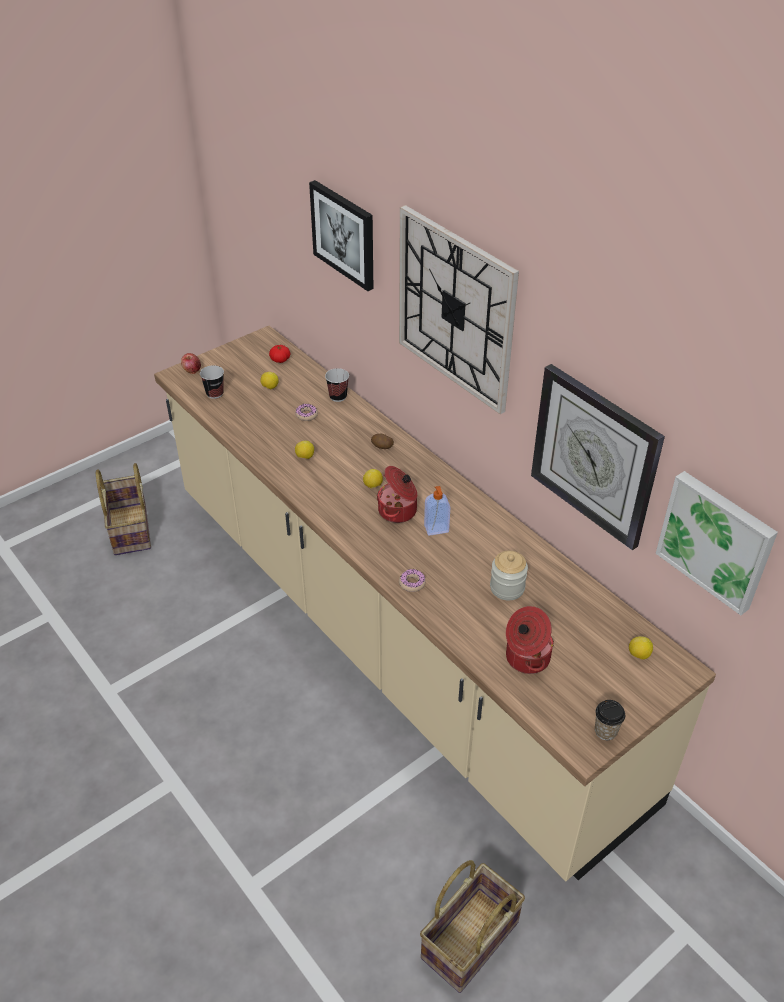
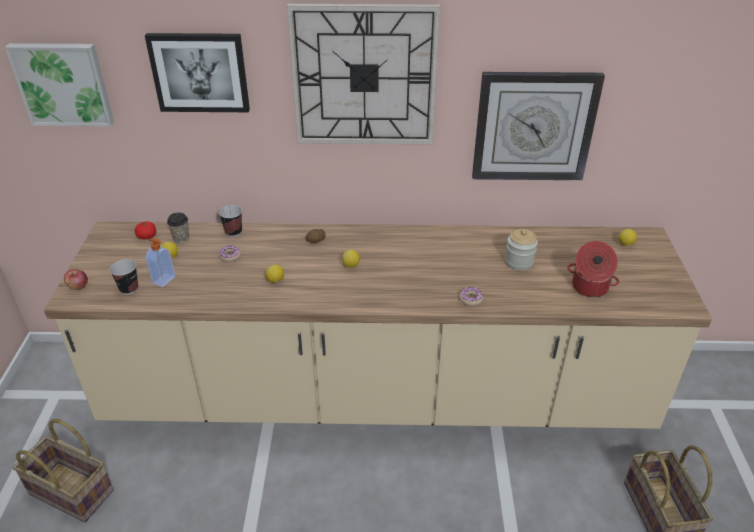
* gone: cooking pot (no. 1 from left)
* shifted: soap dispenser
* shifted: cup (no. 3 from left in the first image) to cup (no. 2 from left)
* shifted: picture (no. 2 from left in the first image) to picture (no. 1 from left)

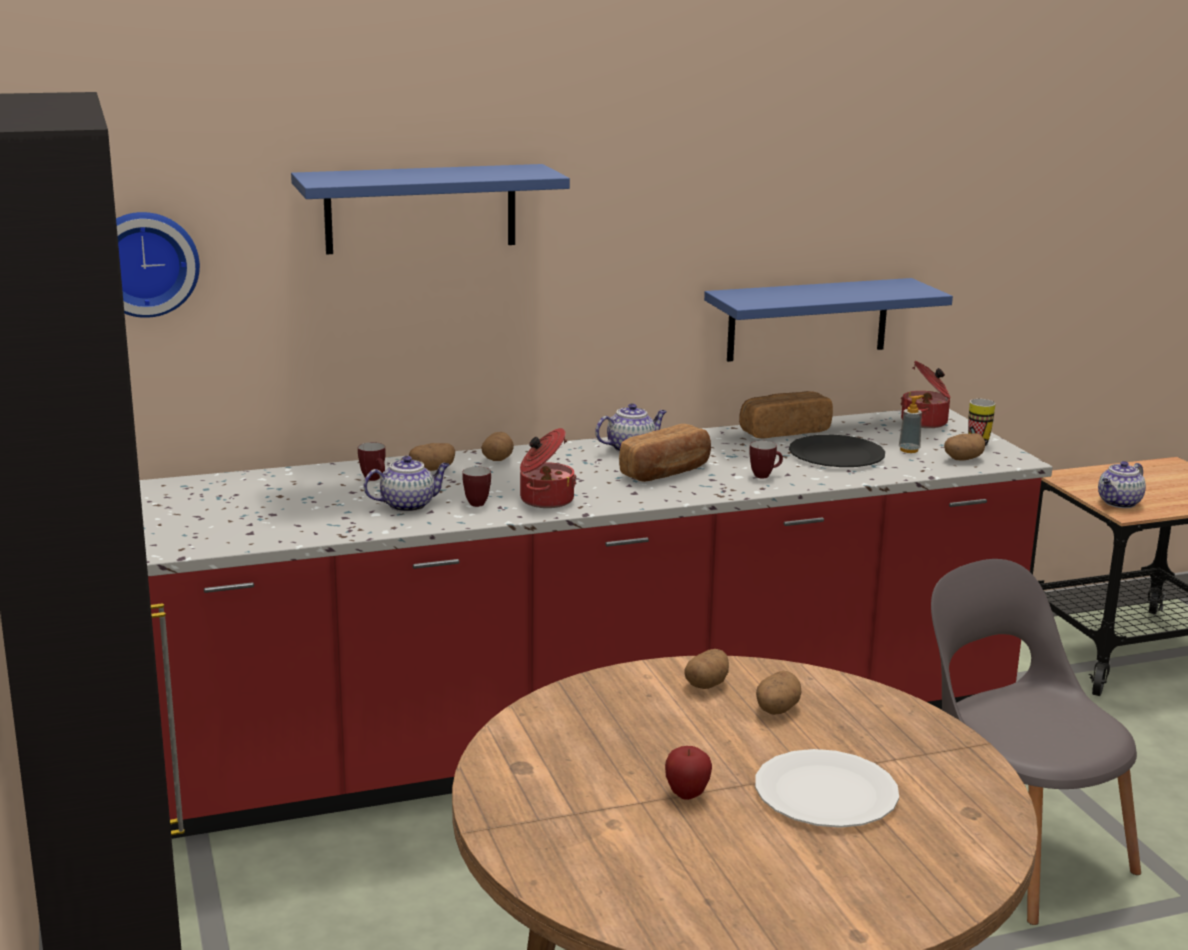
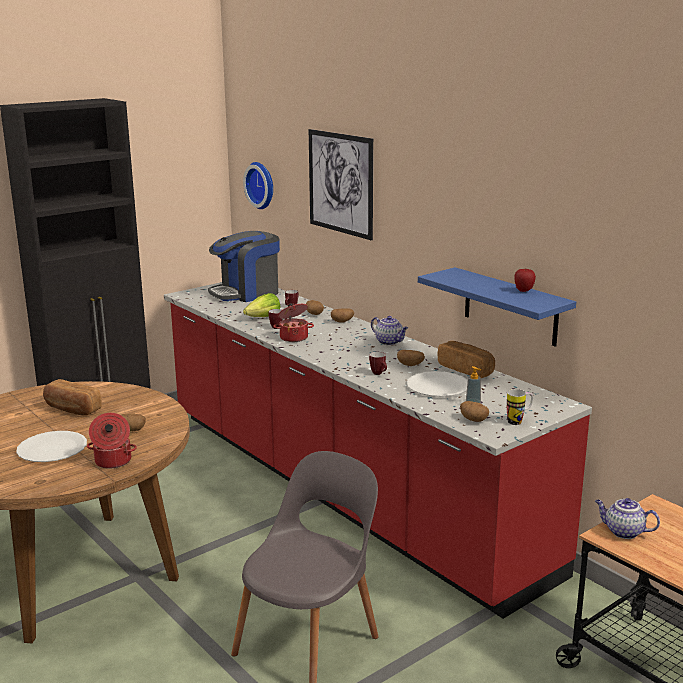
* new: coffee machine
* shifted: bread (no. 1 from left)
* shifted: apple
* shifted: potato (no. 3 from left in the first image) to potato (no. 4 from left)
* shifted: cooking pot (no. 2 from left in the first image) to cooking pot (no. 1 from left)
* swapped: shelf (blue) (no. 1 from left) to picture
* swapped: teapot (no. 1 from left) to lettuce
* repainted: plate (black) to plate (white) (no. 2 from left)

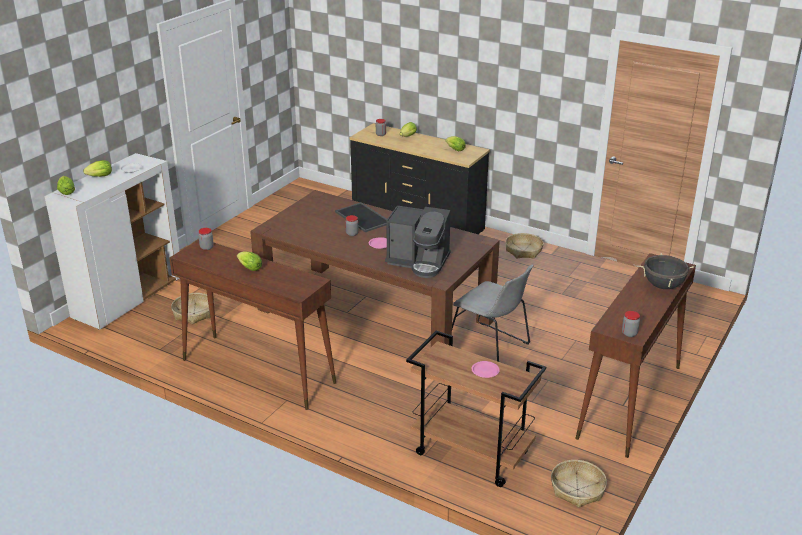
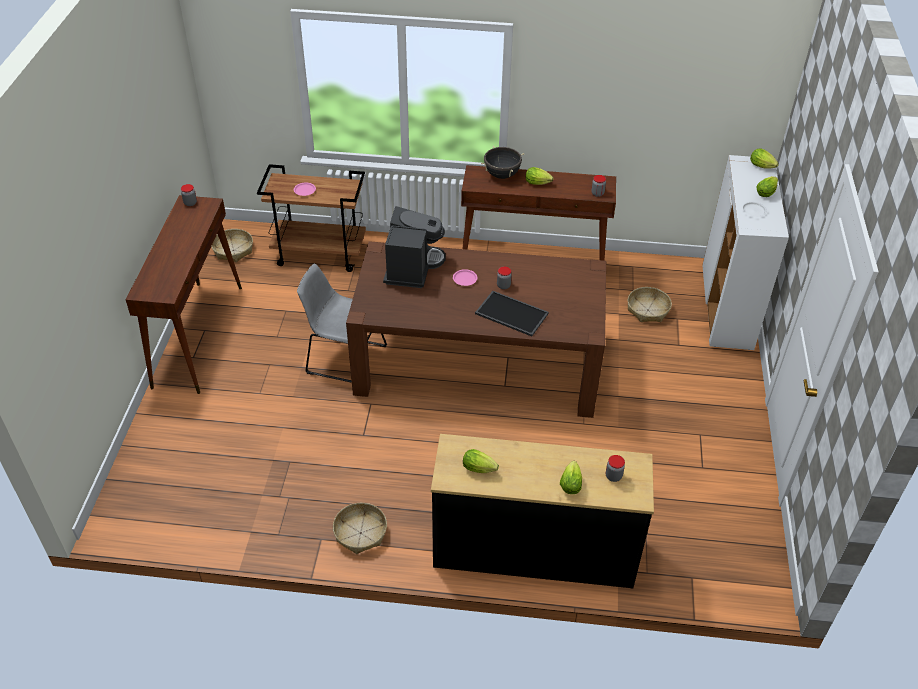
* shifted: cooking pot (black)
* rotated: coffee machine 105 degrees clockwise

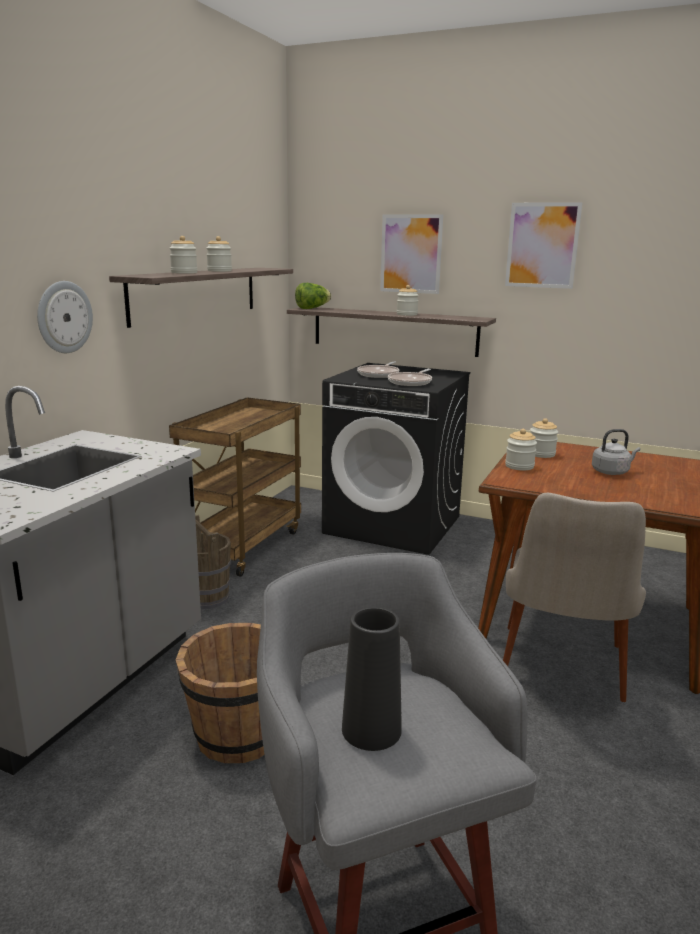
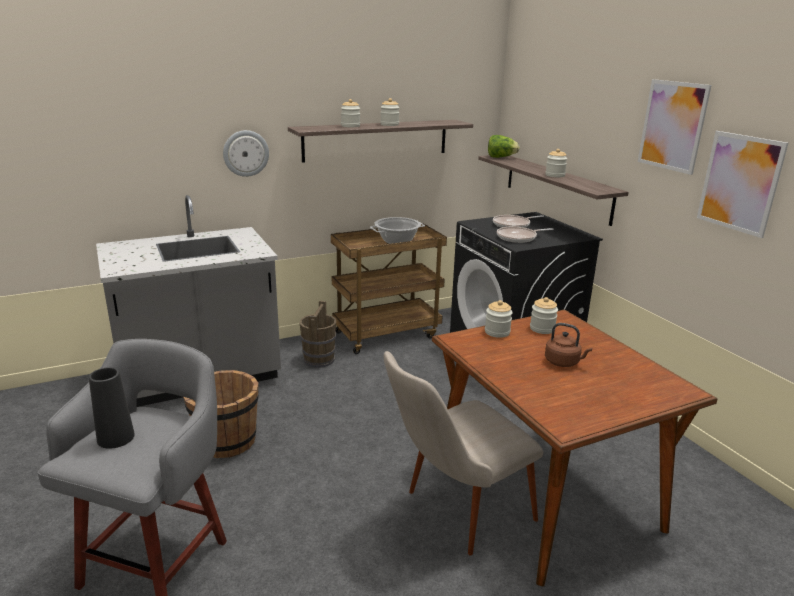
* new: cooking pot
* shifted: picture (no. 1 from left in the first image) to picture (no. 2 from left)
* repainted: kettle (grey) to kettle (brown)

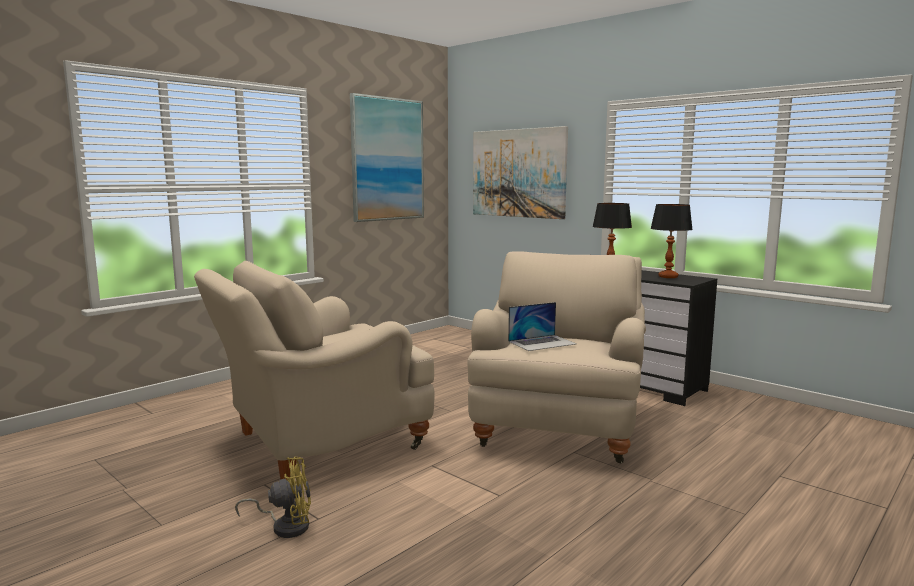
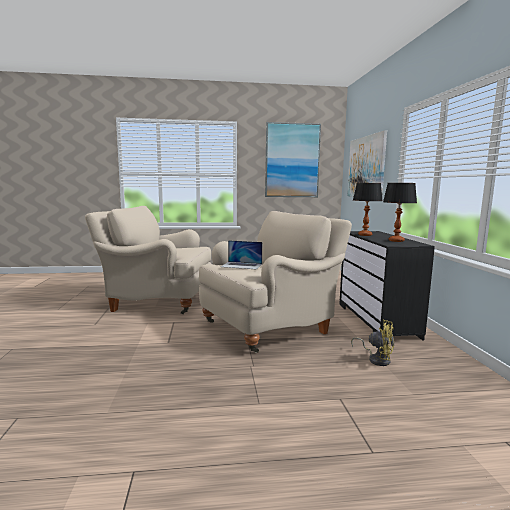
* shifted: fan (yellow)

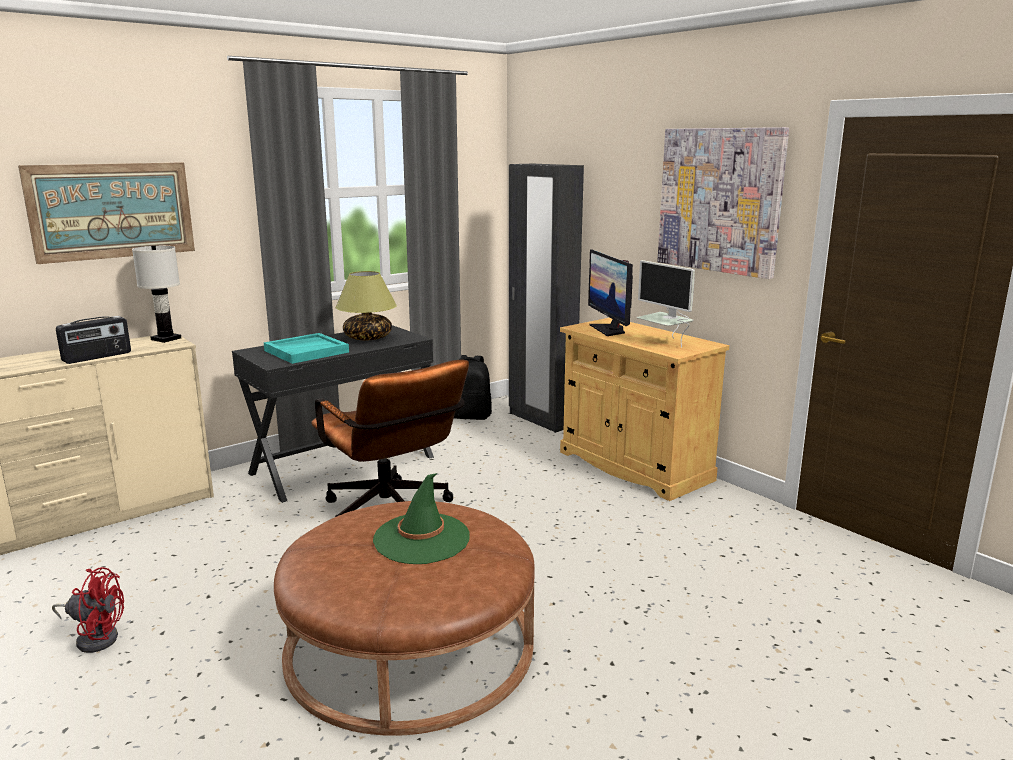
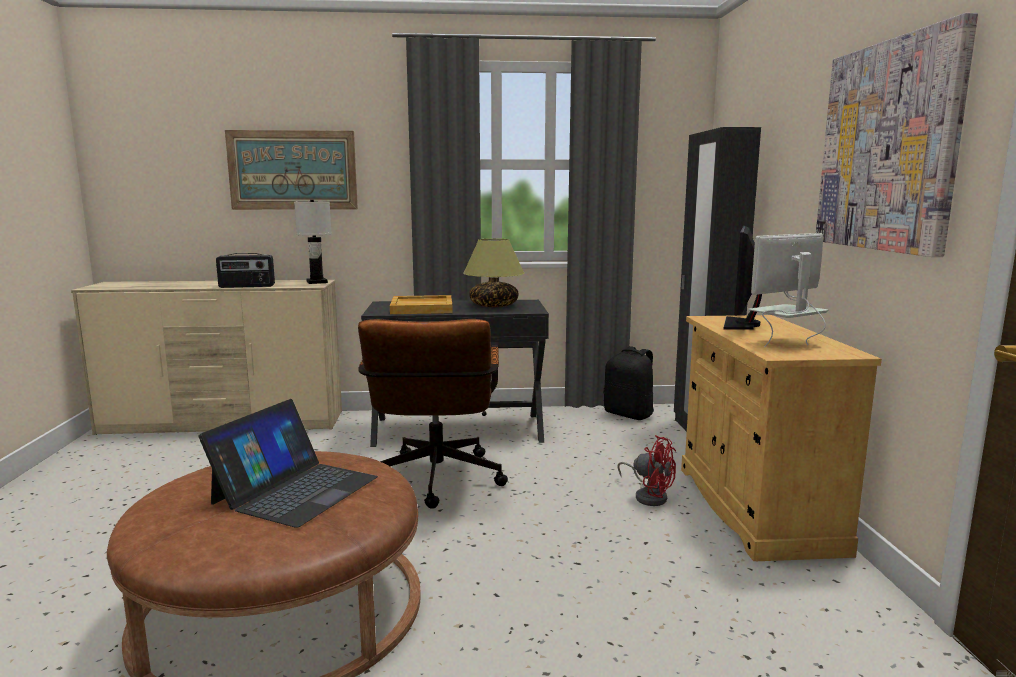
* shifted: fan (red)
* swapped: hat (green) to laptop
* repainted: tray (turquoise) to tray (beige)
* rotated: monitor (no. 2 from left) 60 degrees clockwise

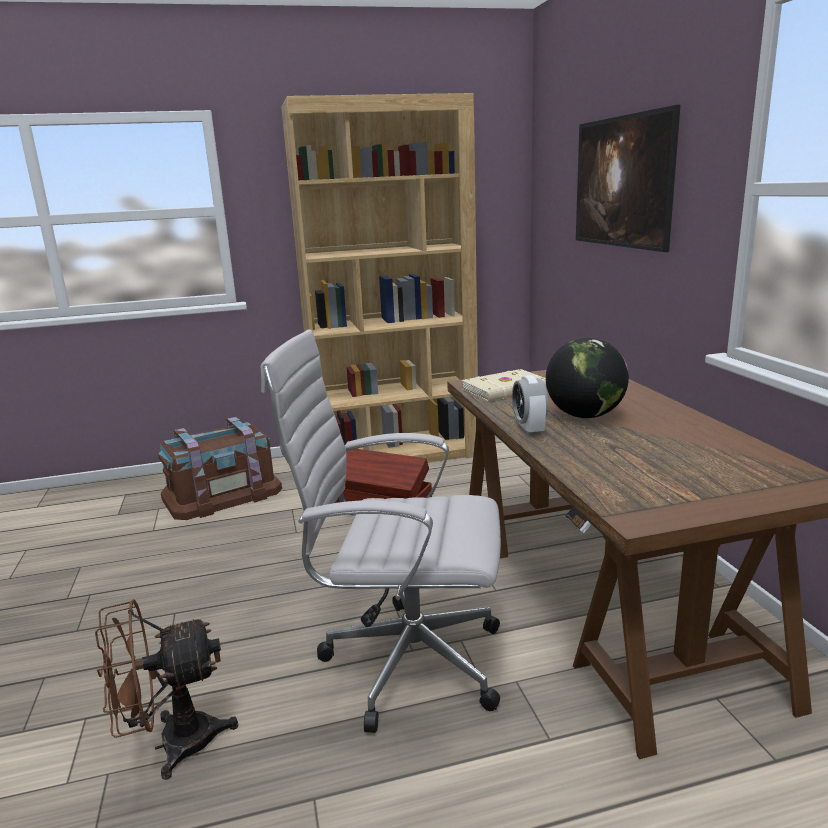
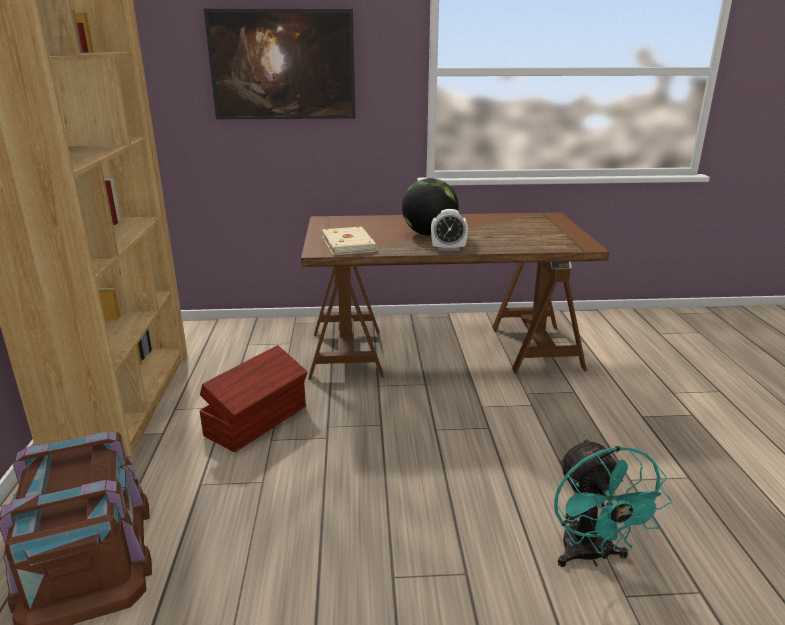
* gone: office chair (white)
* repainted: fan (brown) to fan (turquoise)

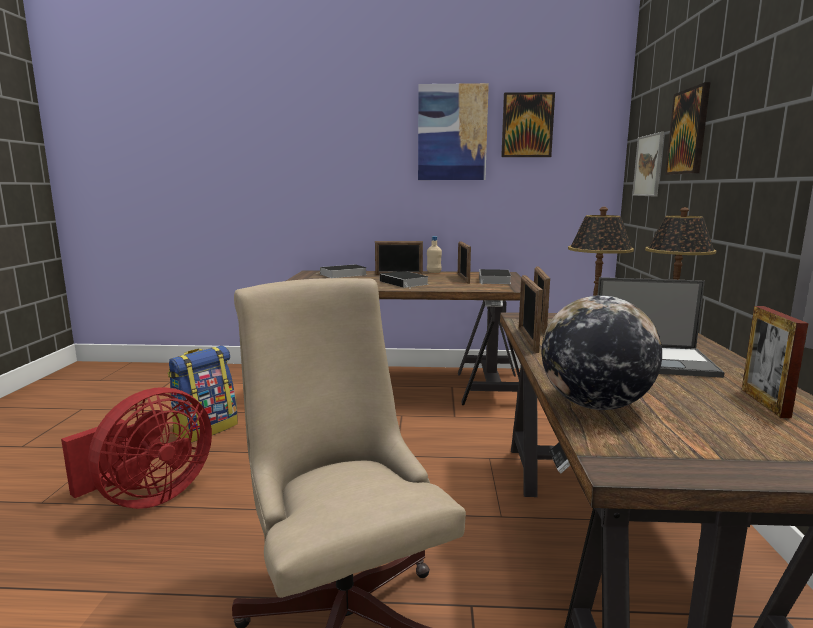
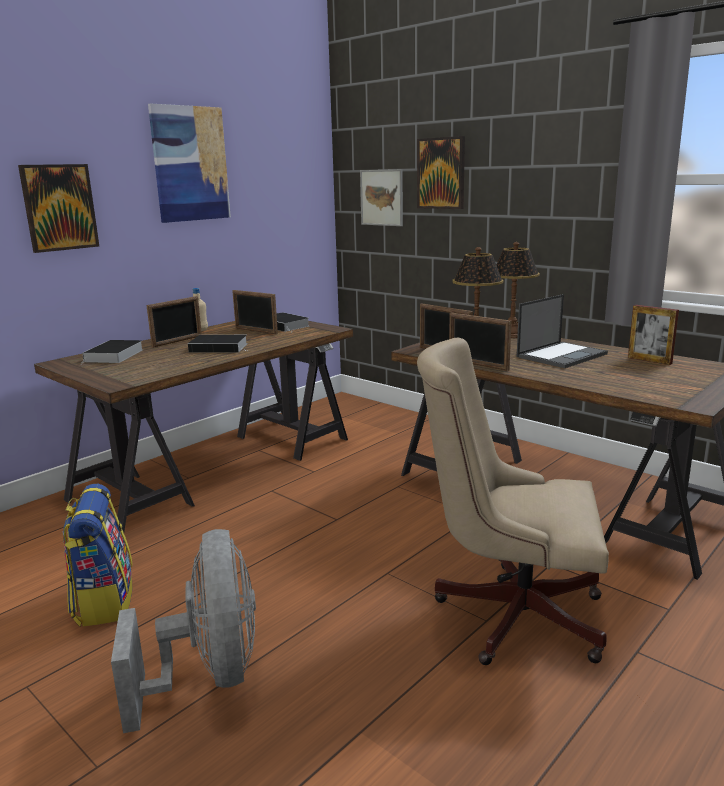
* gone: globe
* shifted: picture (no. 2 from left in the first image) to picture (no. 1 from left)
* repainted: fan (red) to fan (grey)

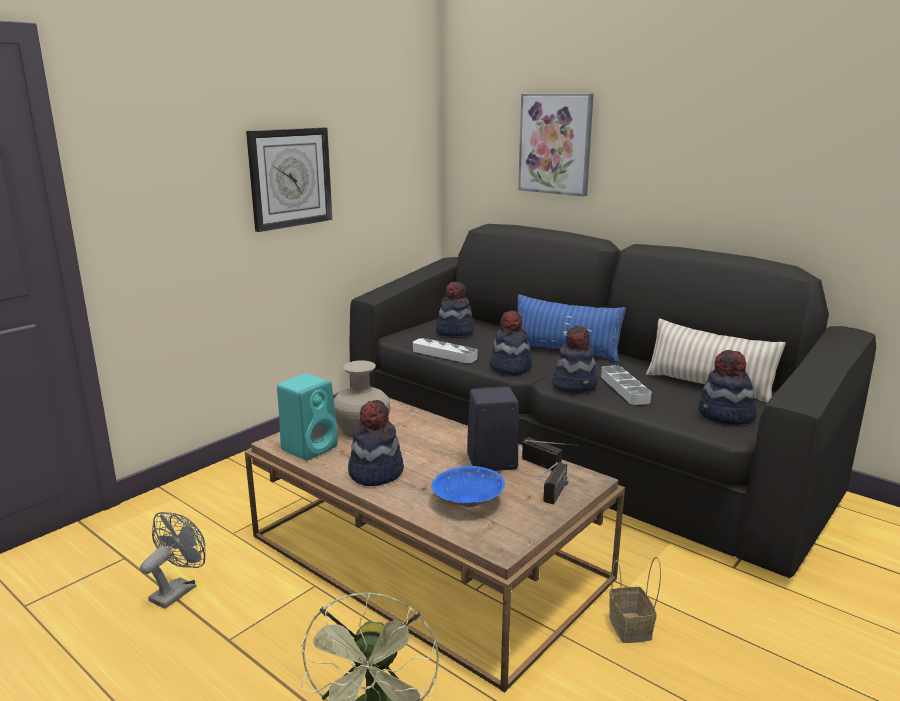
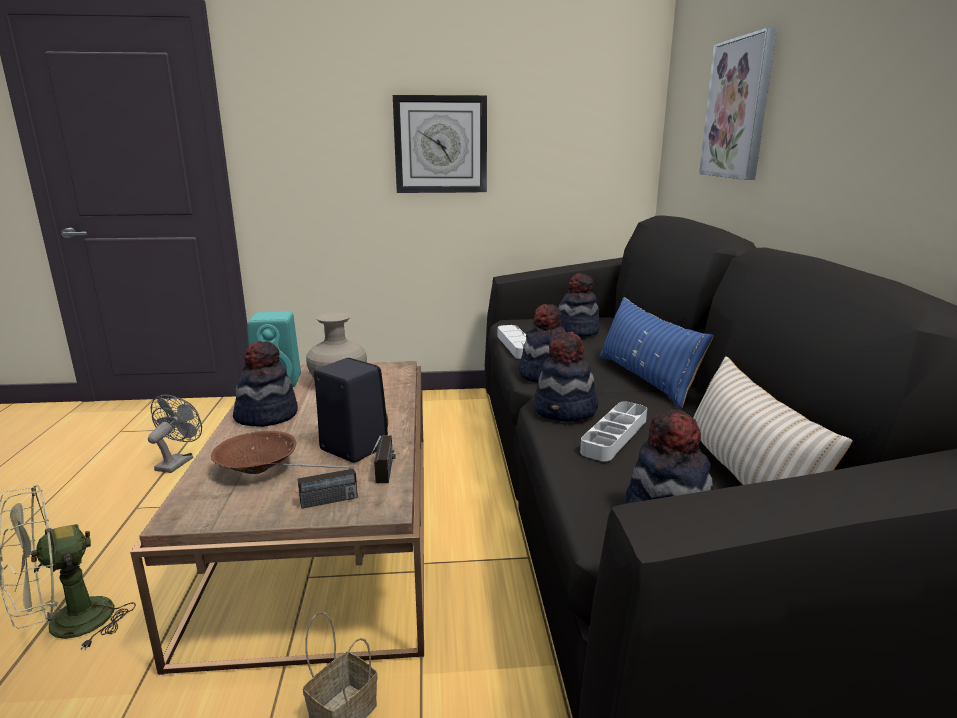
* repainted: bowl (blue) to bowl (brown)
* rotated: fan (grey) 60 degrees counterclockwise

